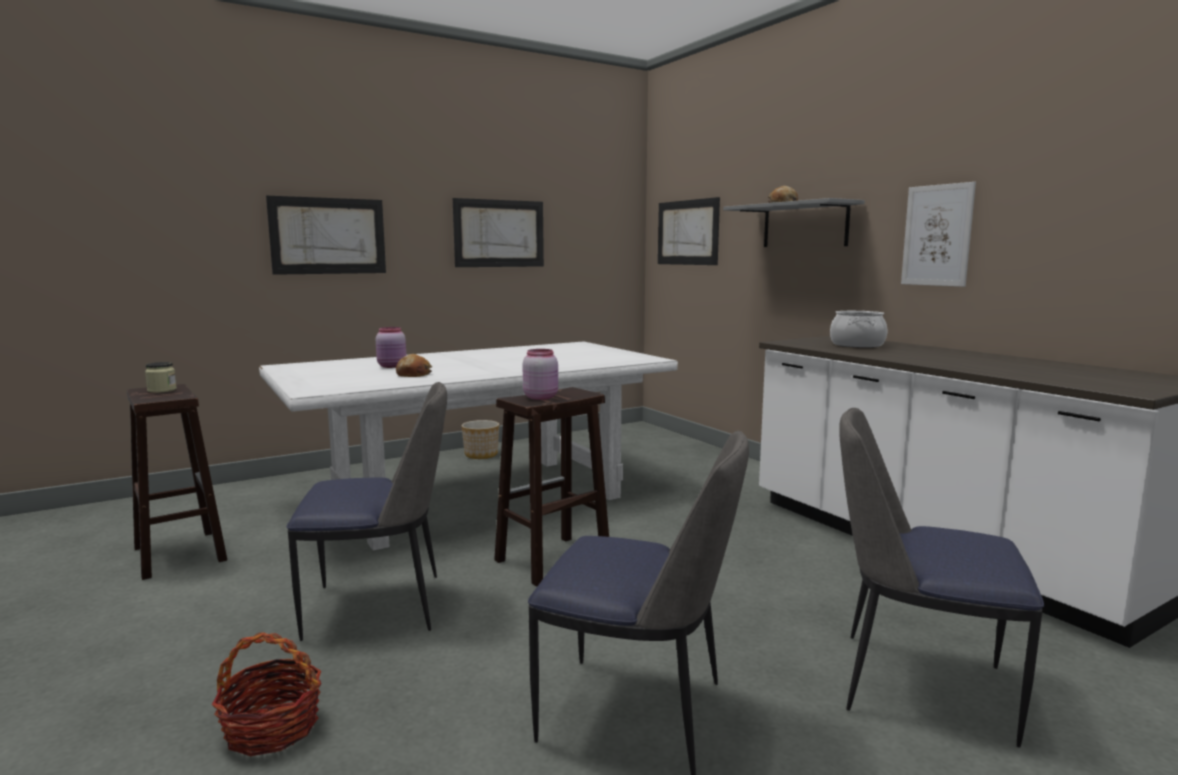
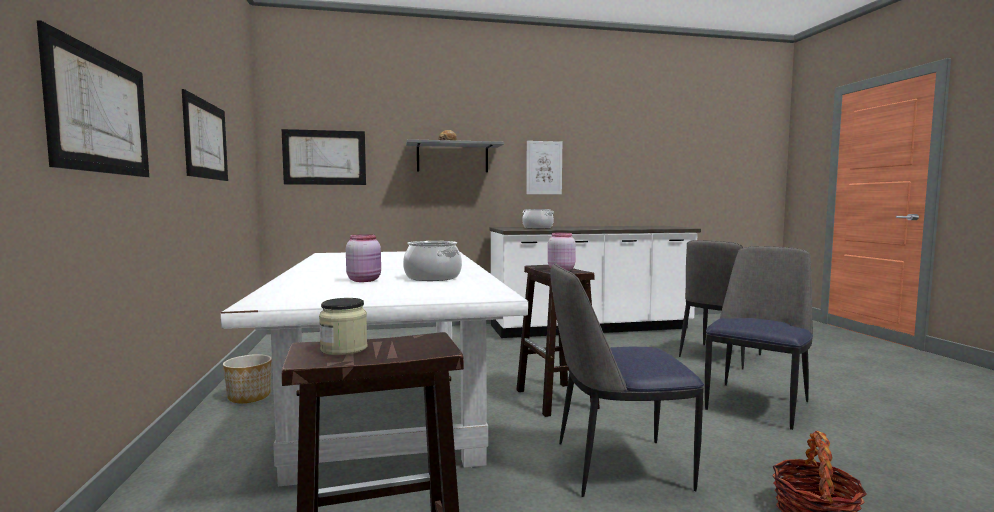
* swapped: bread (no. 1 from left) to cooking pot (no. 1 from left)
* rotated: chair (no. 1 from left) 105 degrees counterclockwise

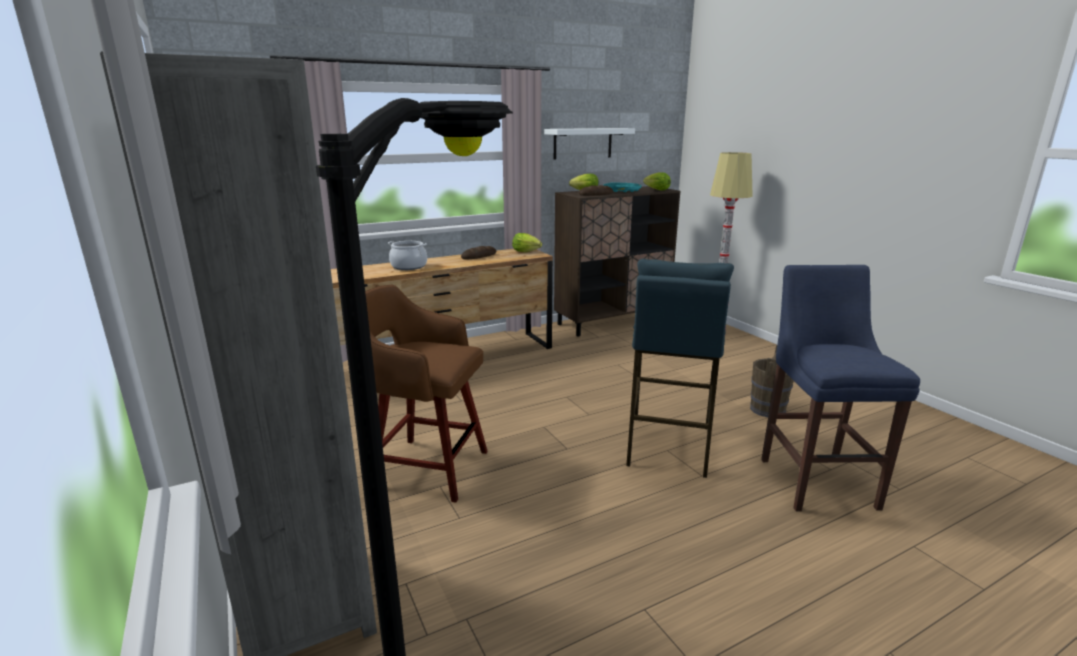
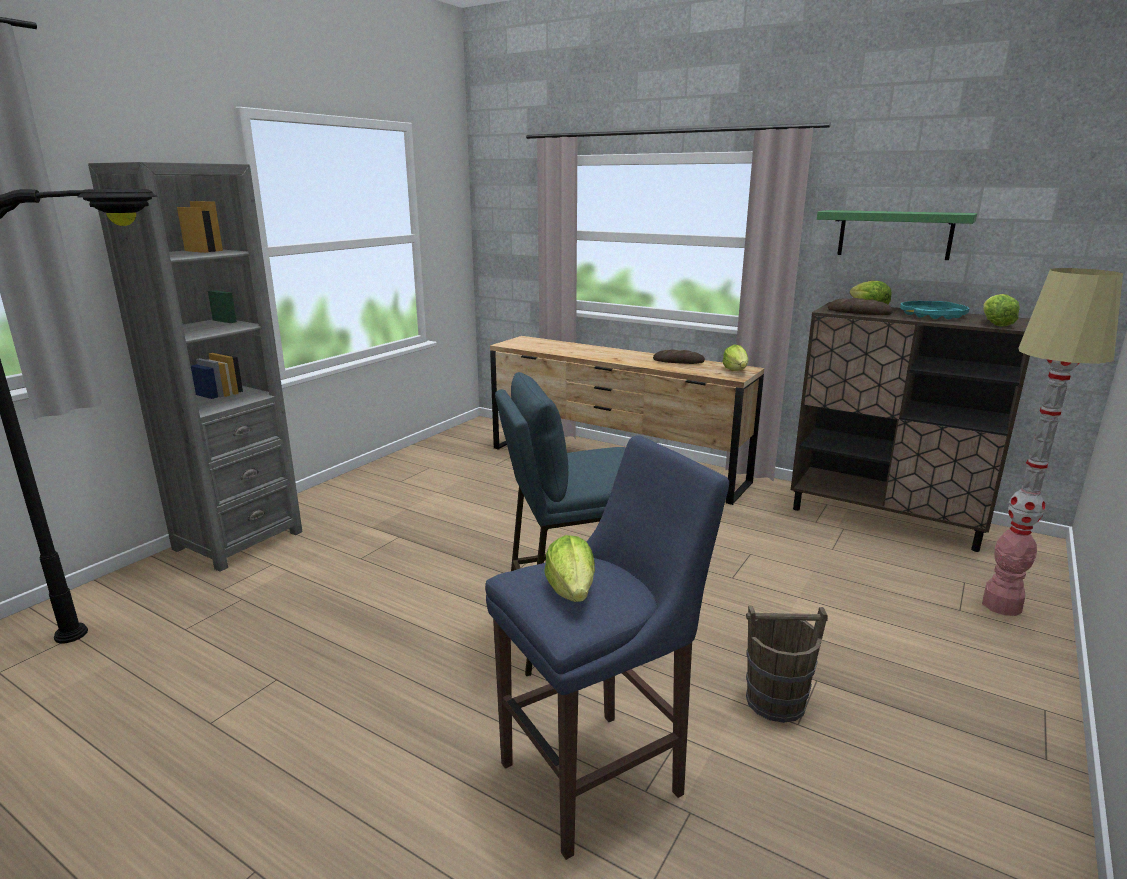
* gone: stool (brown)
* gone: cooking pot
* new: lettuce (no. 1 from left)
* repainted: shelf (white) to shelf (green)

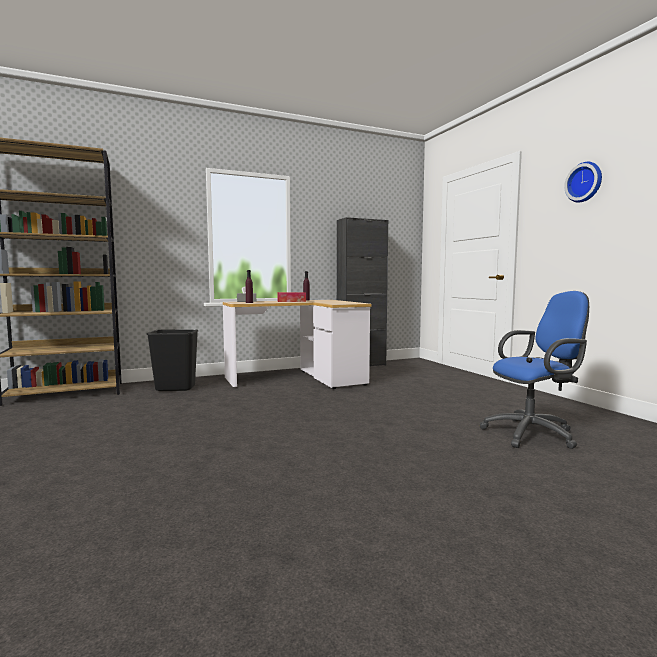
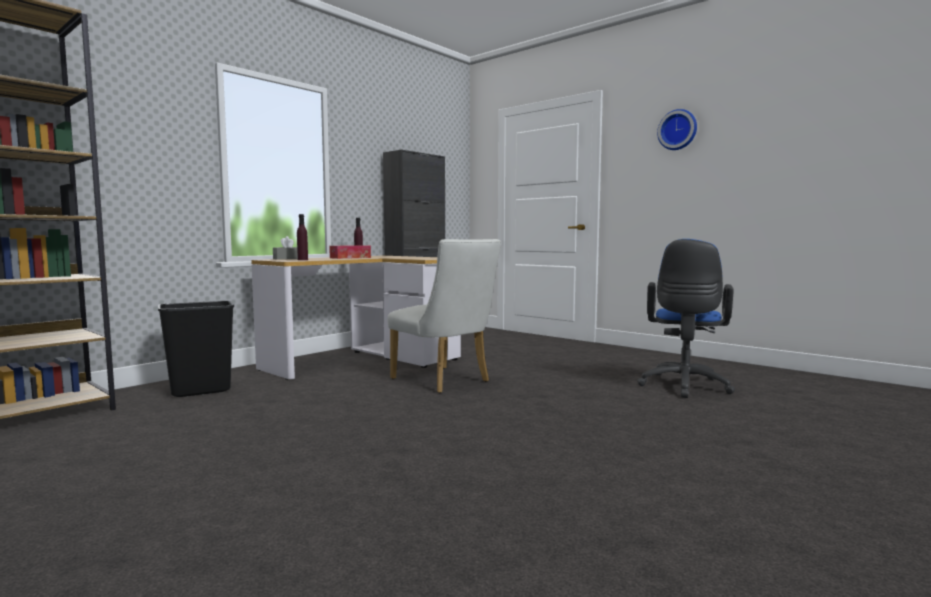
* new: chair (white)
* rotated: office chair (blue) 150 degrees clockwise

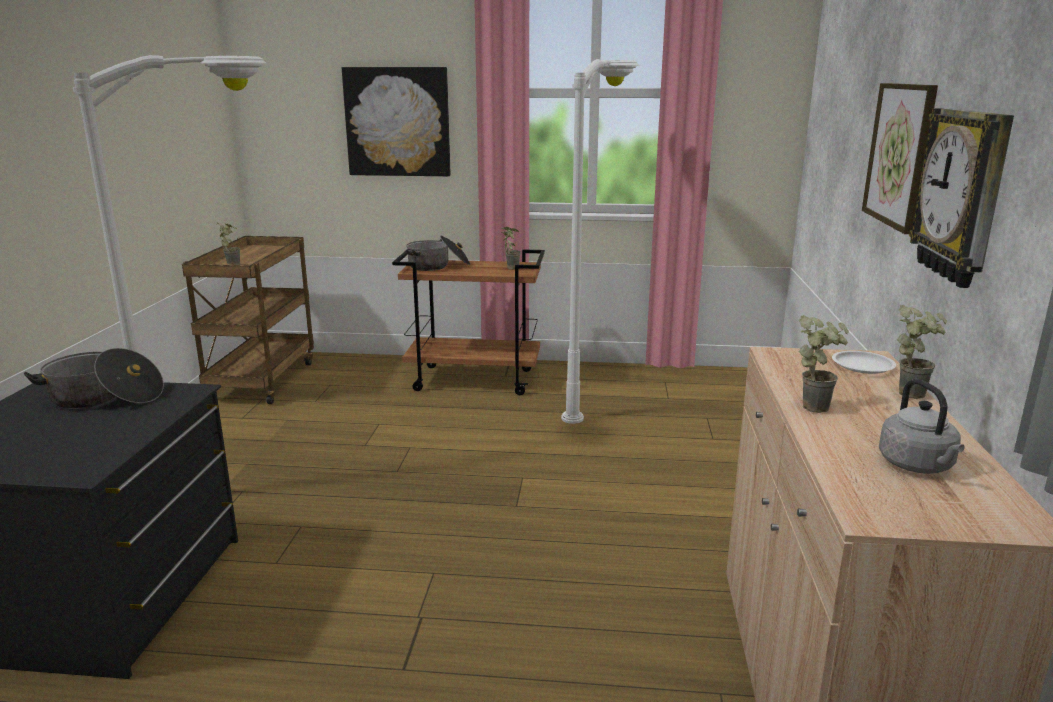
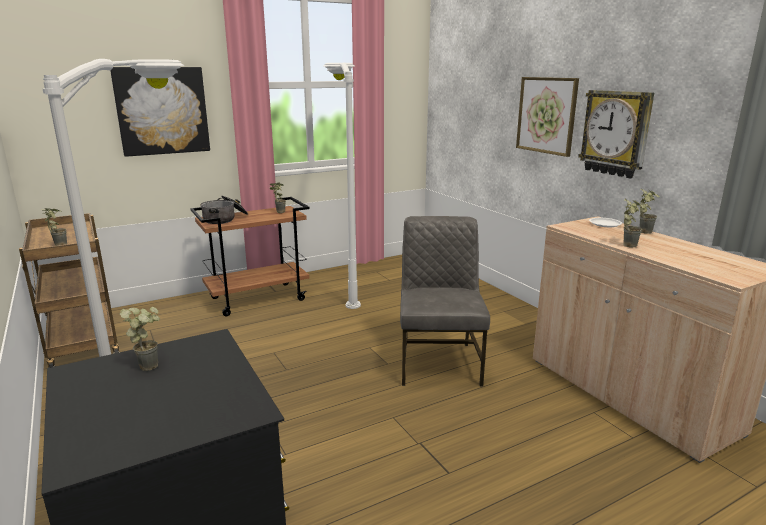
* gone: kettle (grey)
* new: chair (grey)
* swapped: cooking pot (no. 1 from left) to potted plant (no. 2 from left)

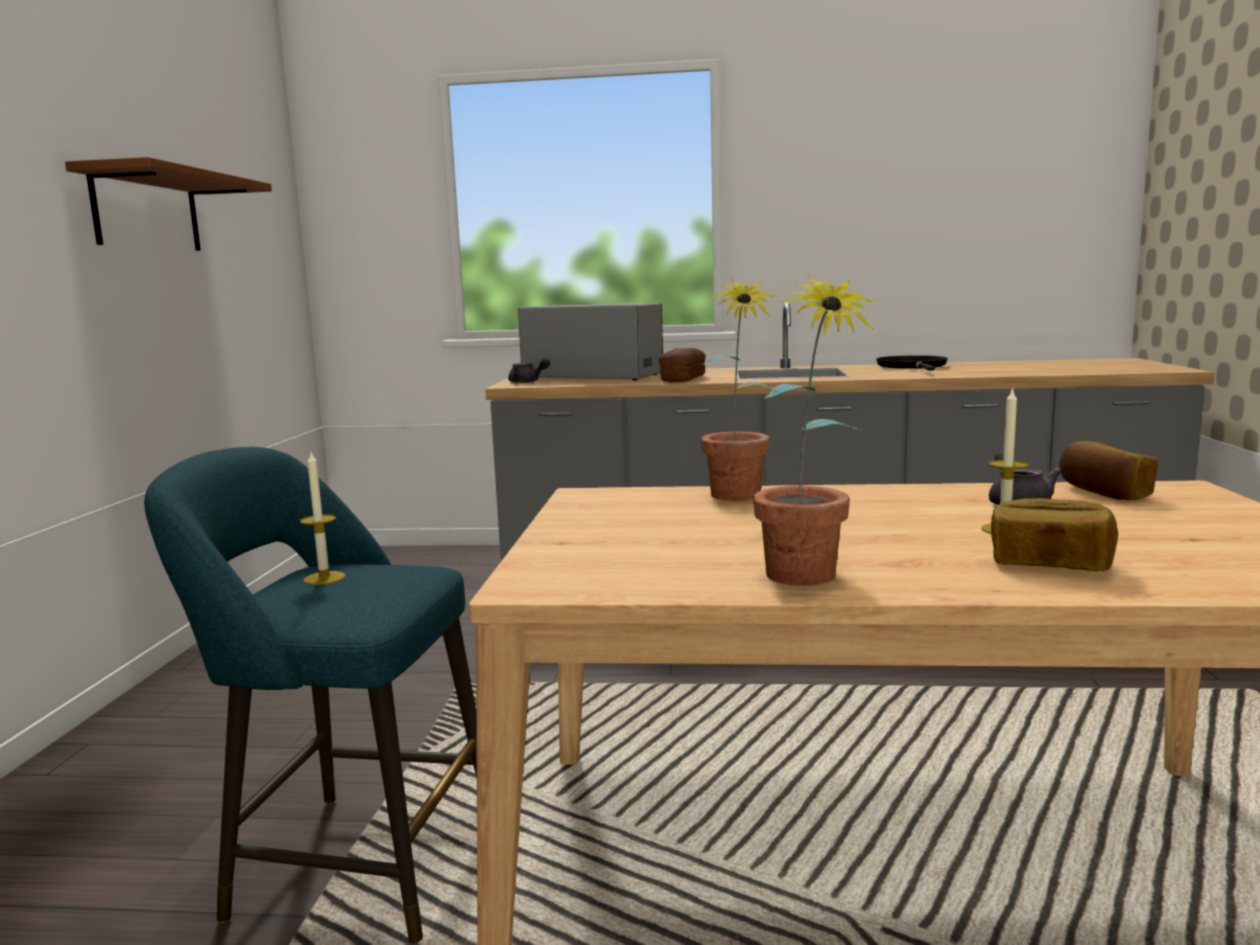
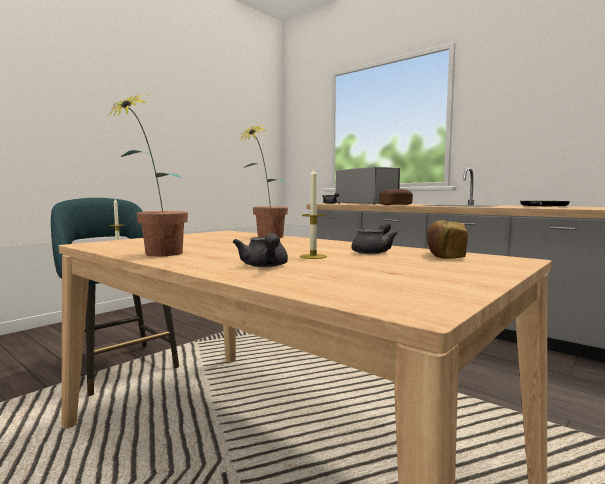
* gone: shelf (brown)
* swapped: bread (no. 2 from left) to teapot (grey) (no. 1 from left)

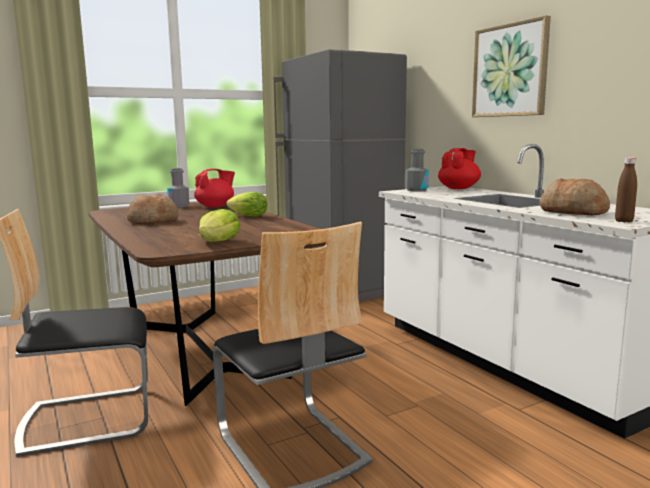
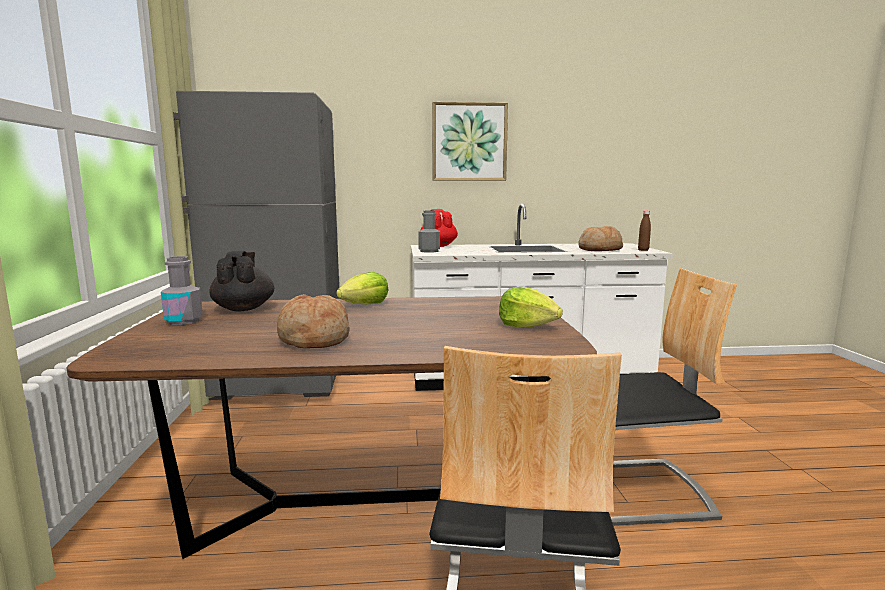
* repainted: teapot (red) (no. 1 from left) to teapot (black)

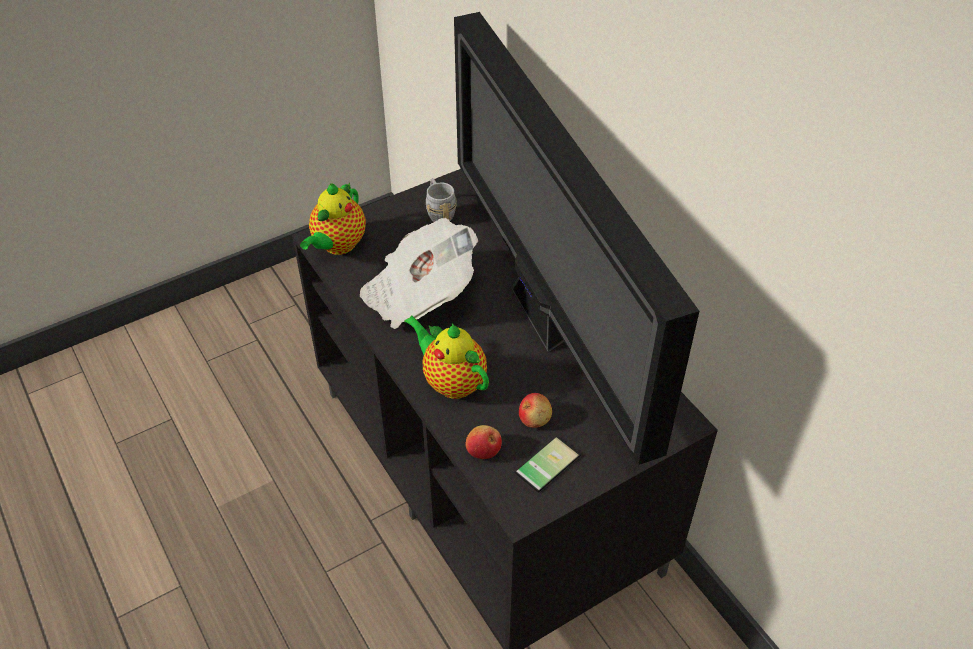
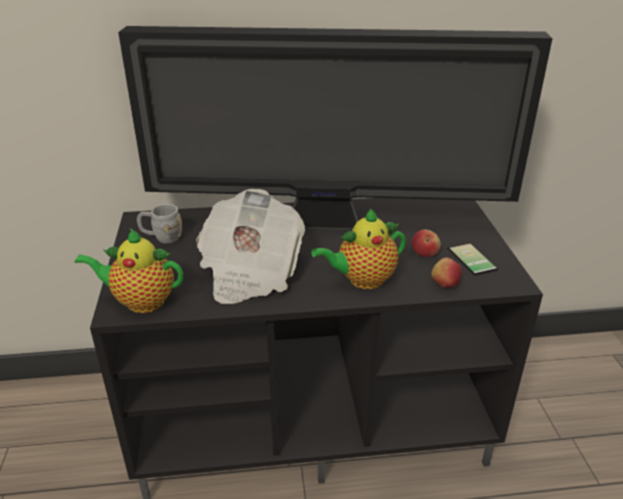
* rotated: teapot (no. 1 from left) 135 degrees clockwise

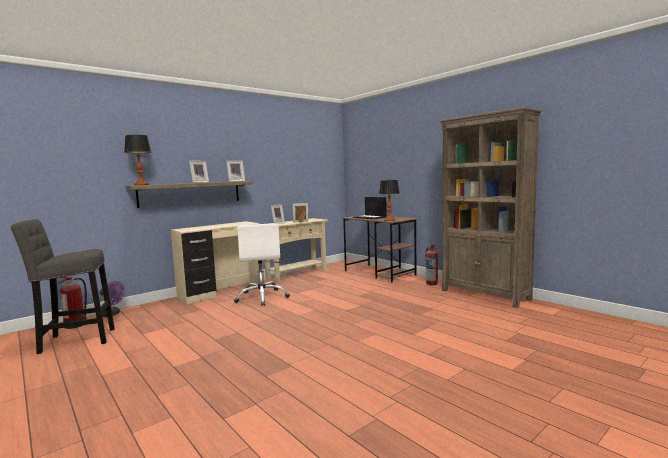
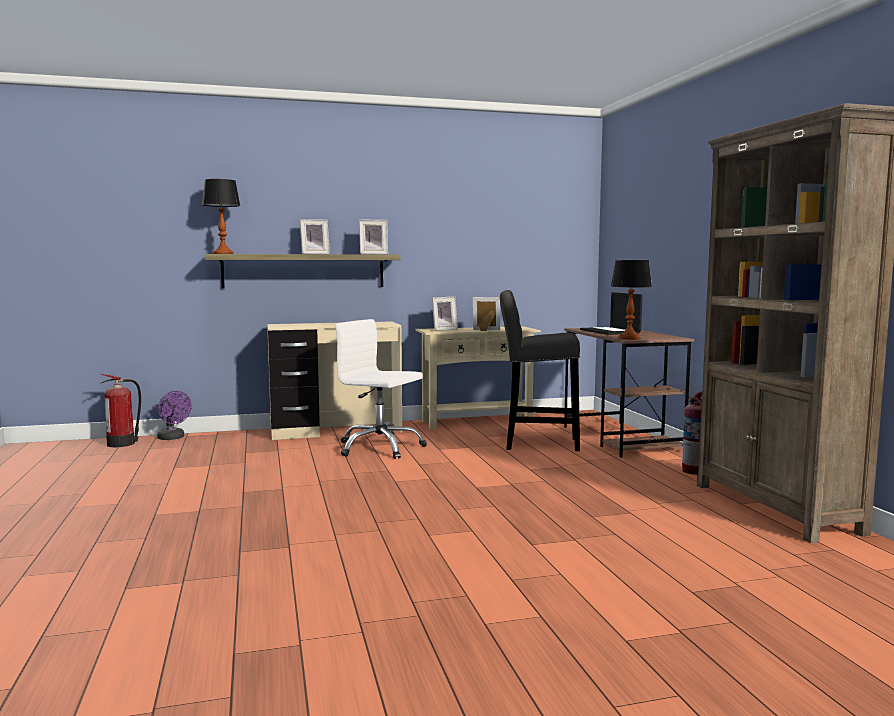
* shifted: stool (grey)
* rotated: office chair (white) 105 degrees clockwise

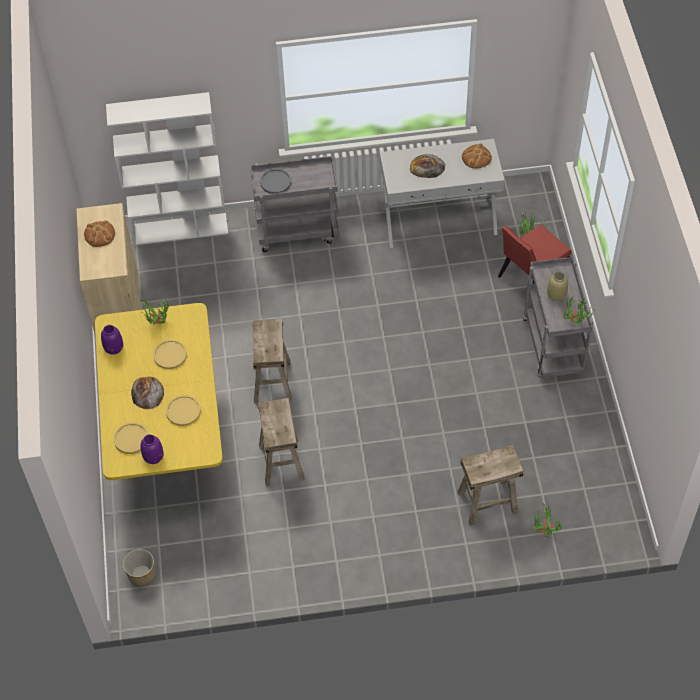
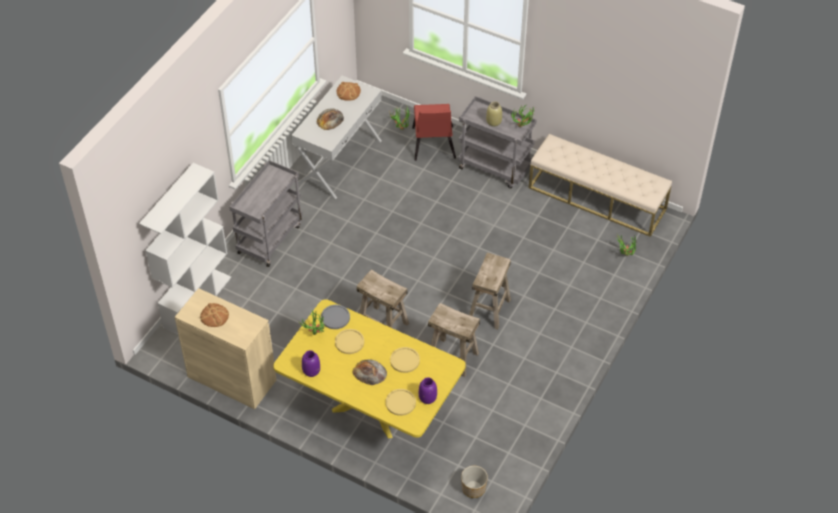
* new: bench (beige)
* shifted: plate (grey)
* shifted: stool (beige) (no. 3 from left)

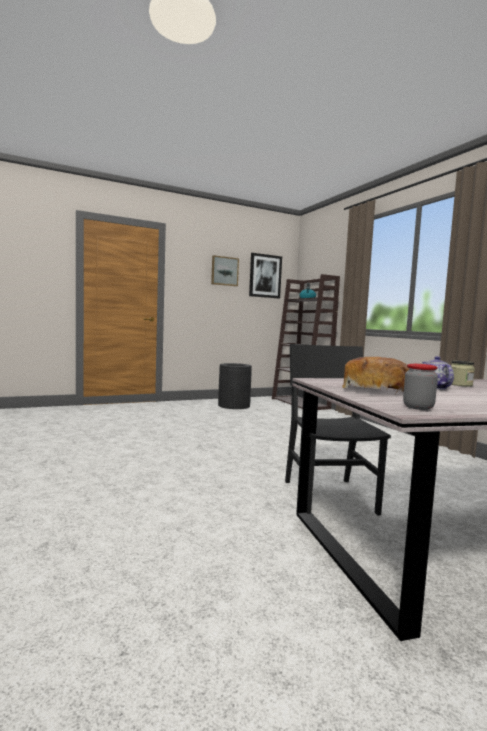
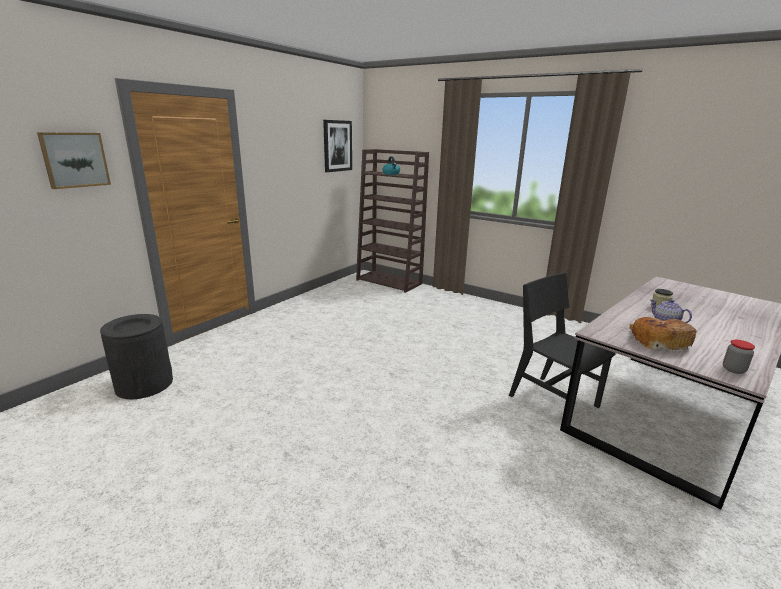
* shifted: picture (no. 1 from left)
* shifted: trash can (black)

